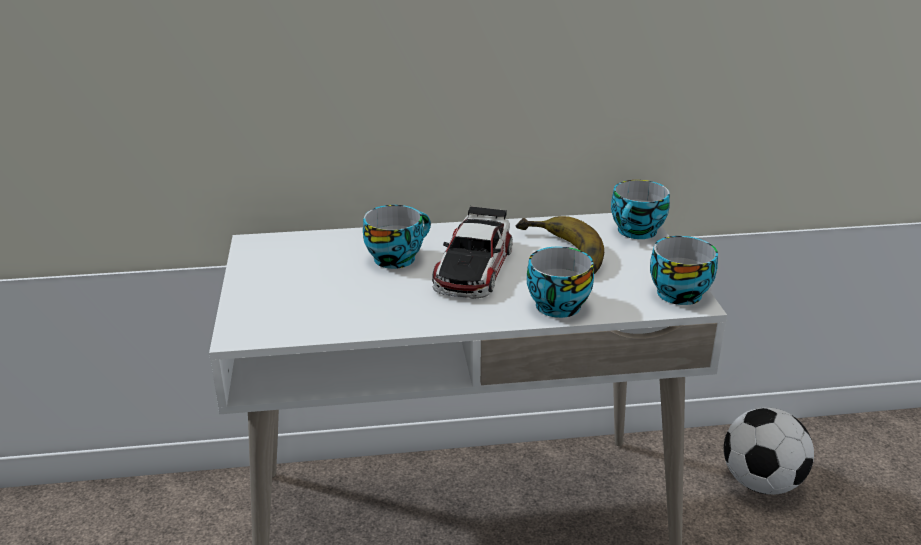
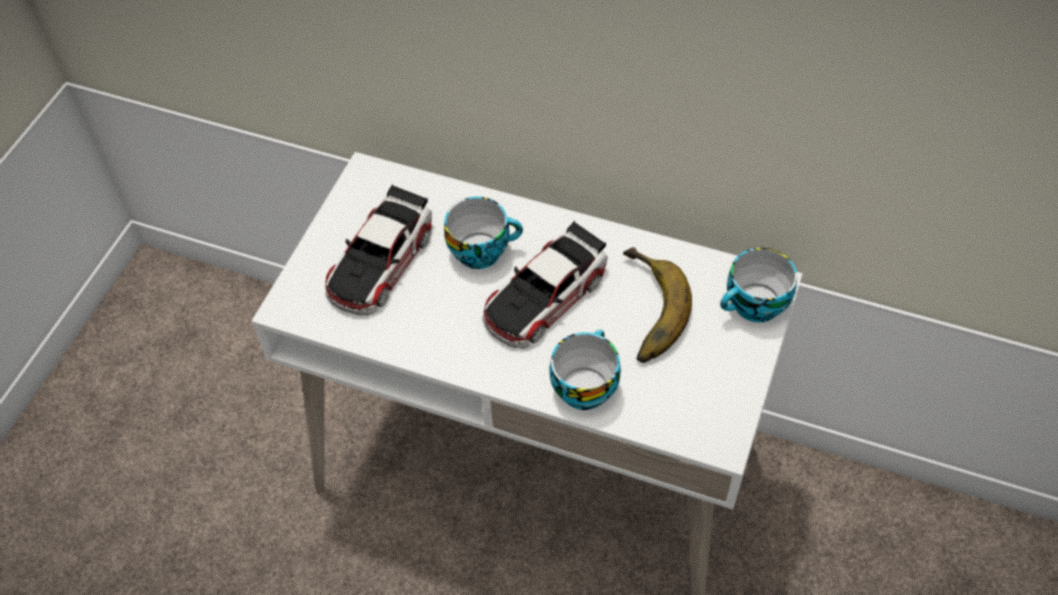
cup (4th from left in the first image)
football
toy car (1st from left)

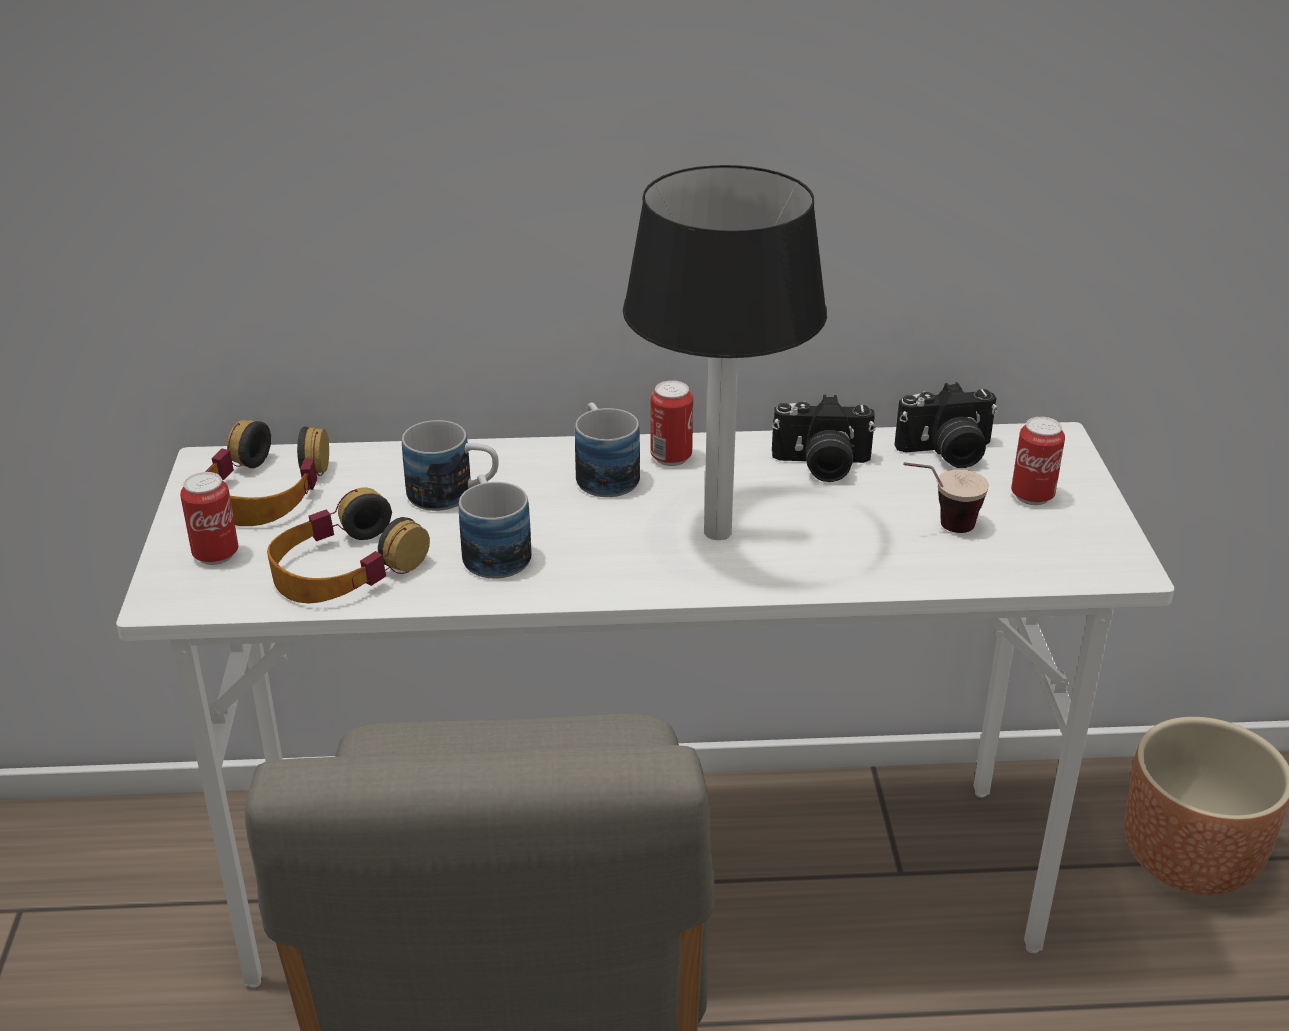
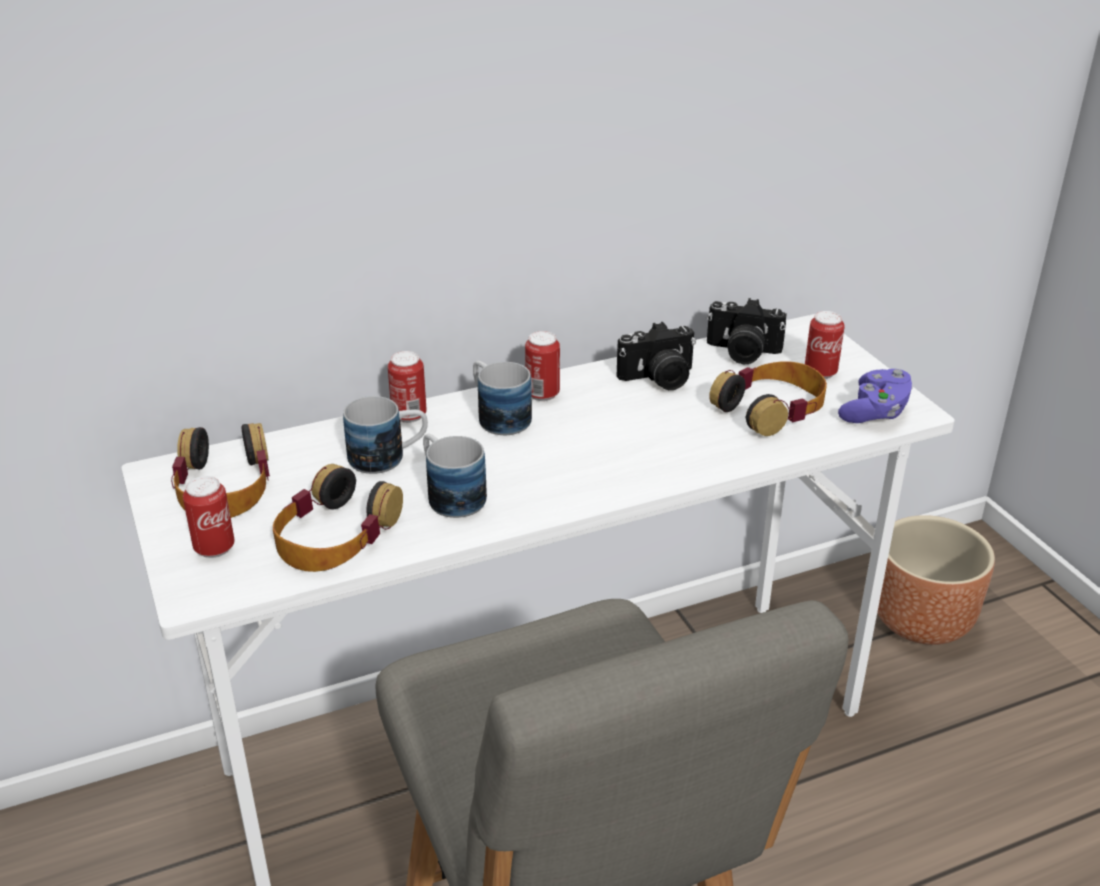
tabletop lamp
photo camera (2nd from left)
headphones (3rd from left)
metal can (2nd from left)
purple-coloured joypad

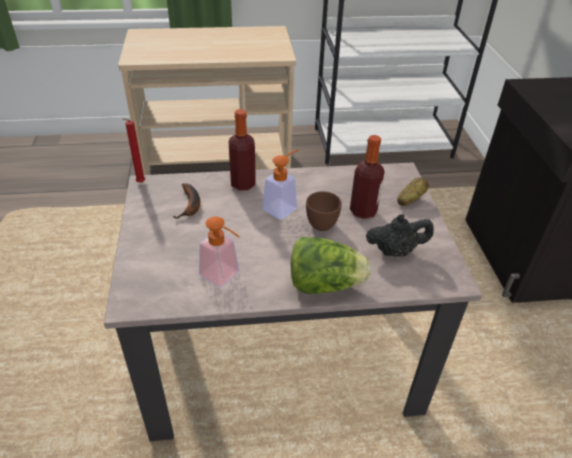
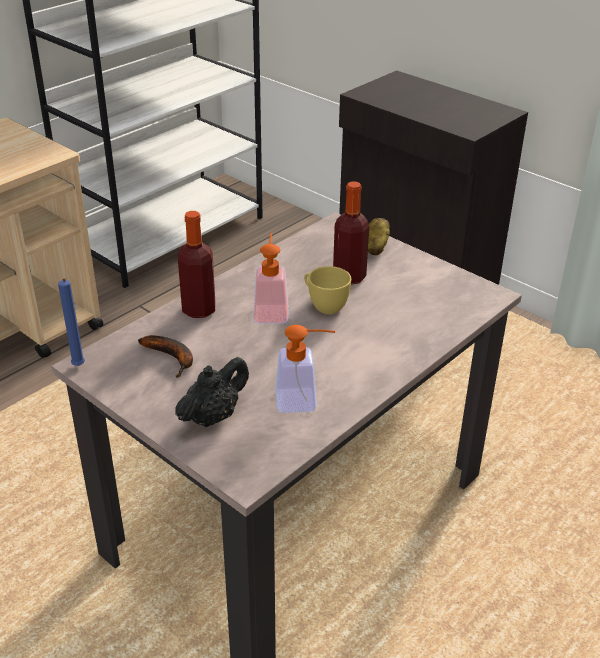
bluish wax candle
yellow-coloured cup
black-coloured teapot
lettuce head

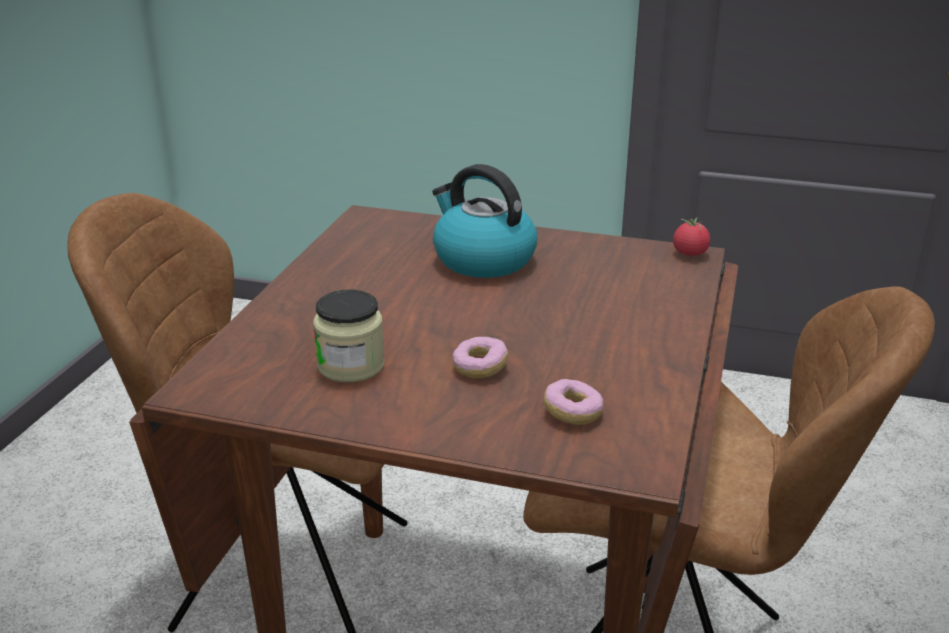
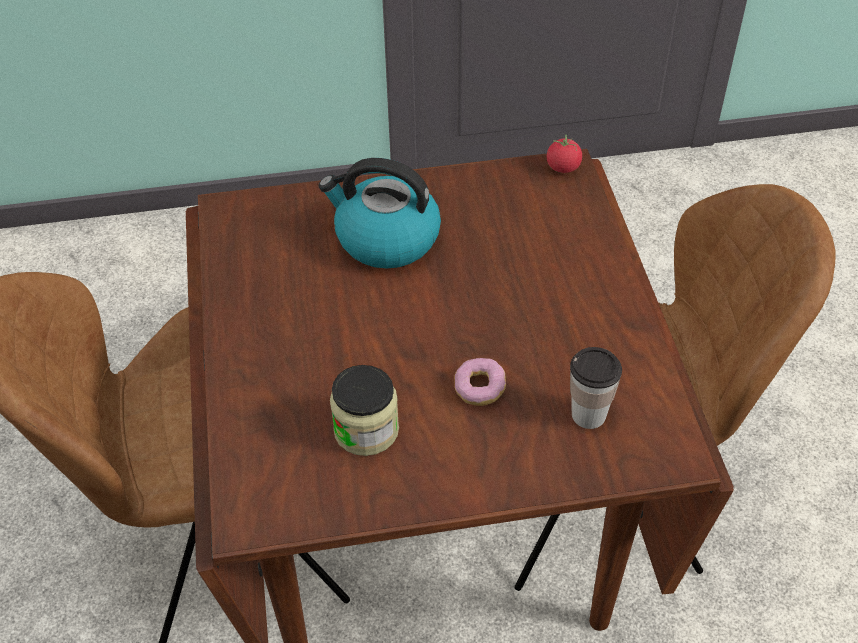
cup

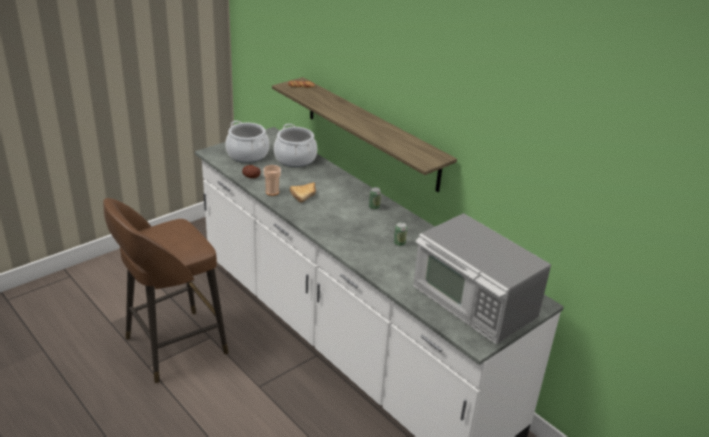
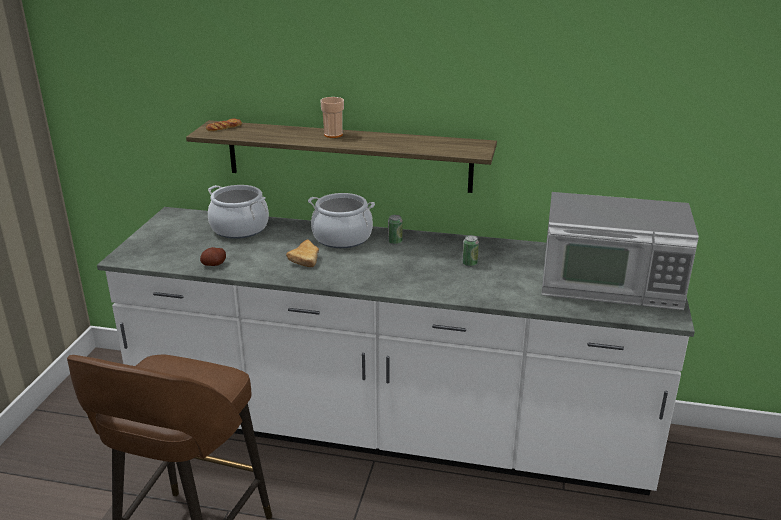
stockpot (2nd from left)
cup

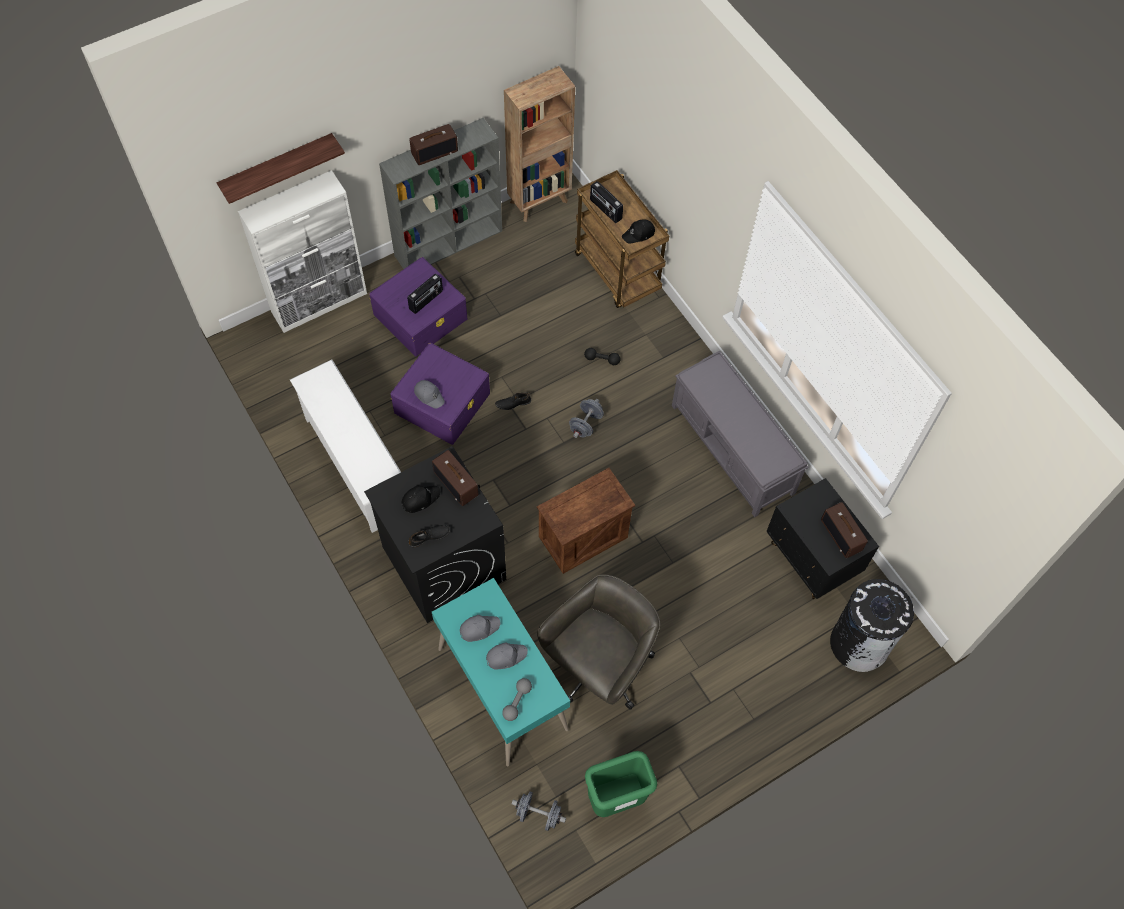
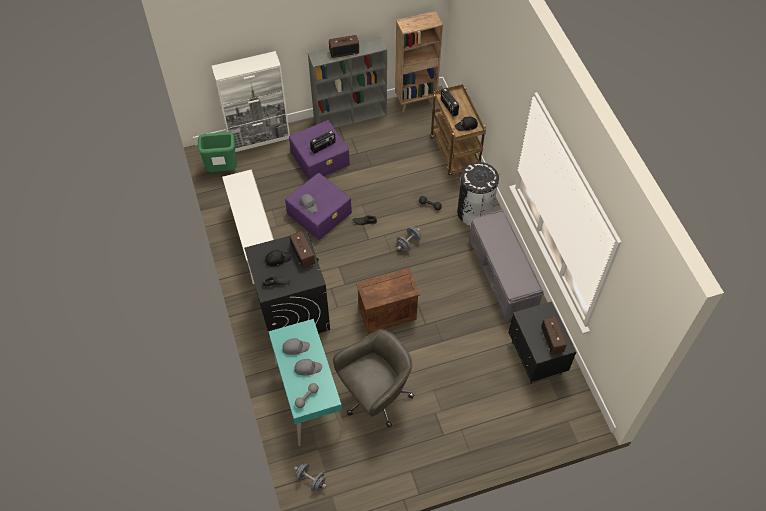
wall shelf
black-coloured rubbish bin
green rubbish bin

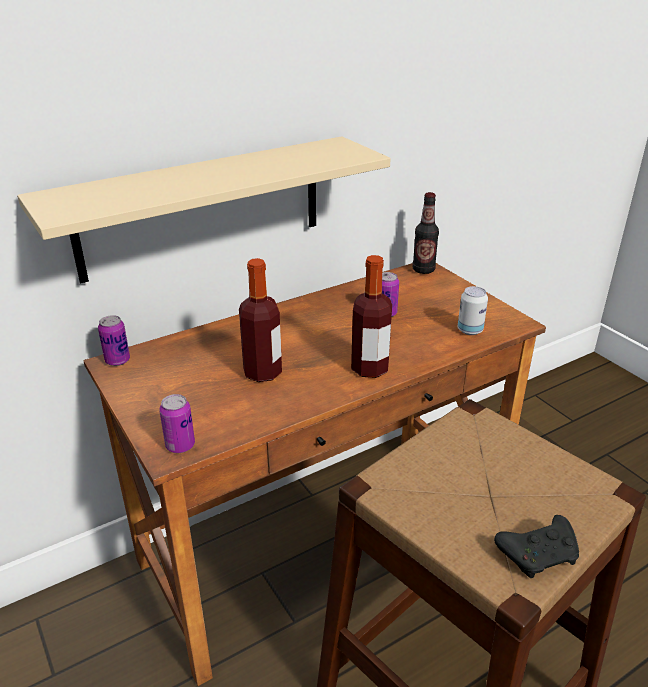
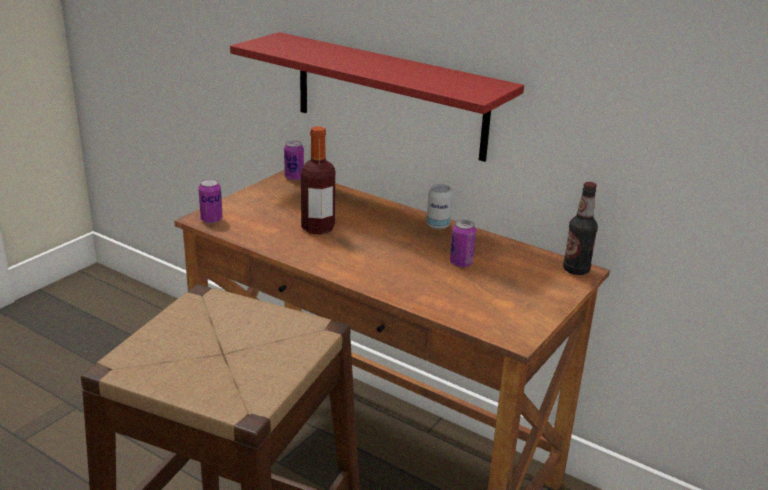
reddish wall shelf
bottle (2nd from left in the first image)
metal can (3rd from left)
black-coloured joypad

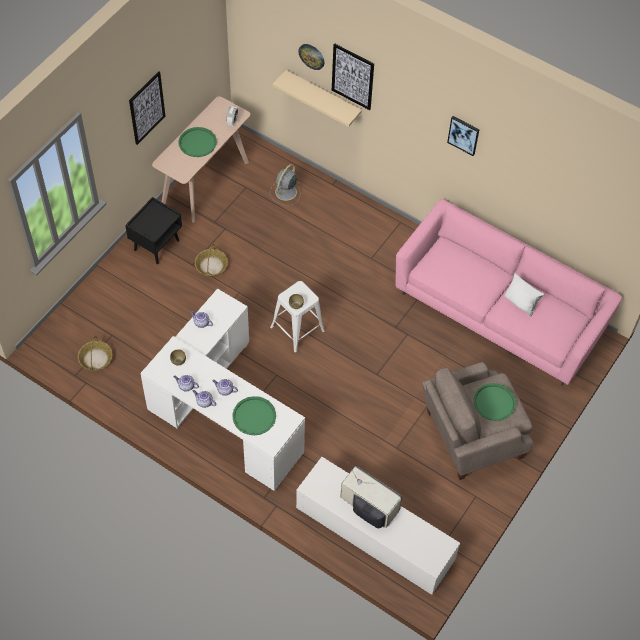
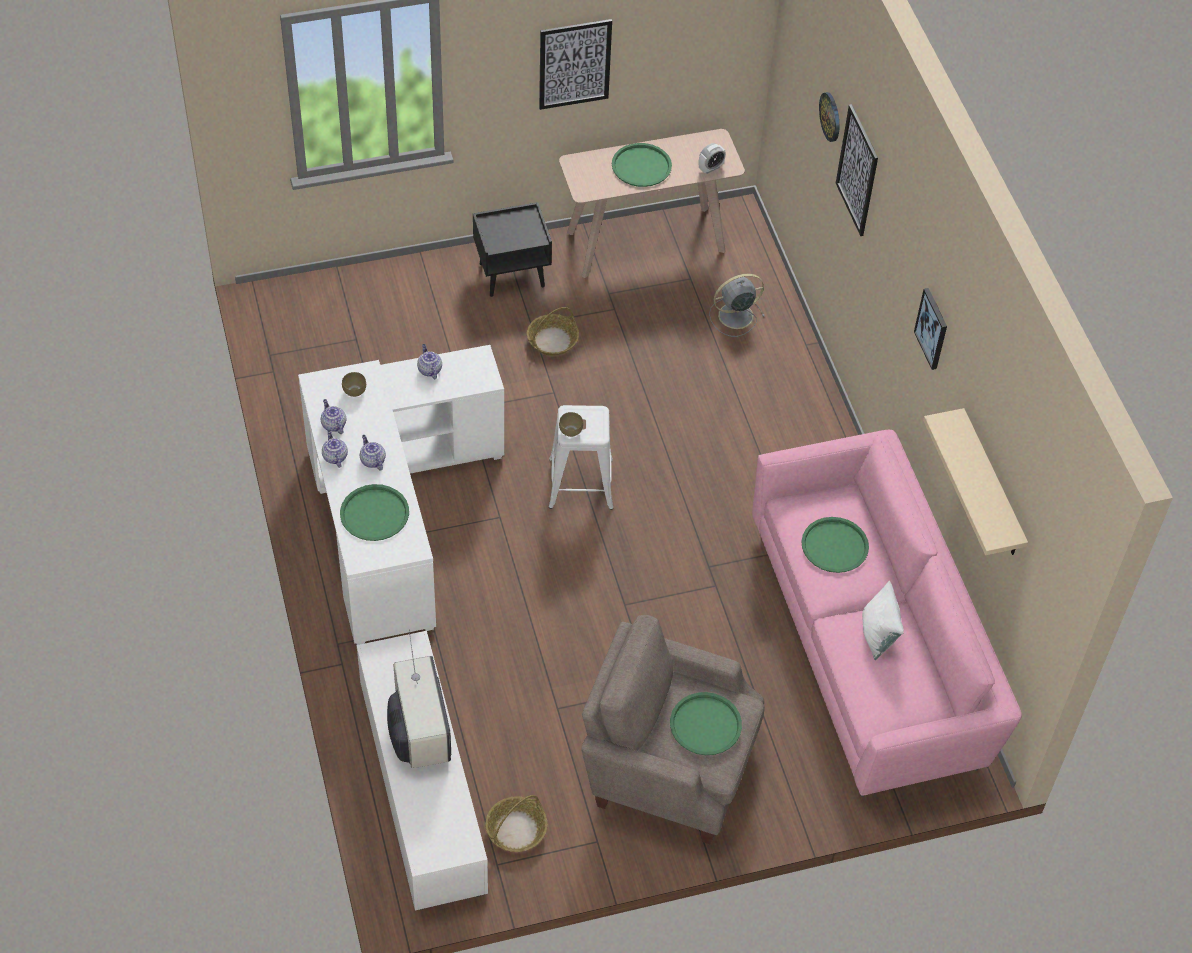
beige wall shelf
storage basket (1st from left)
green tray (4th from left)

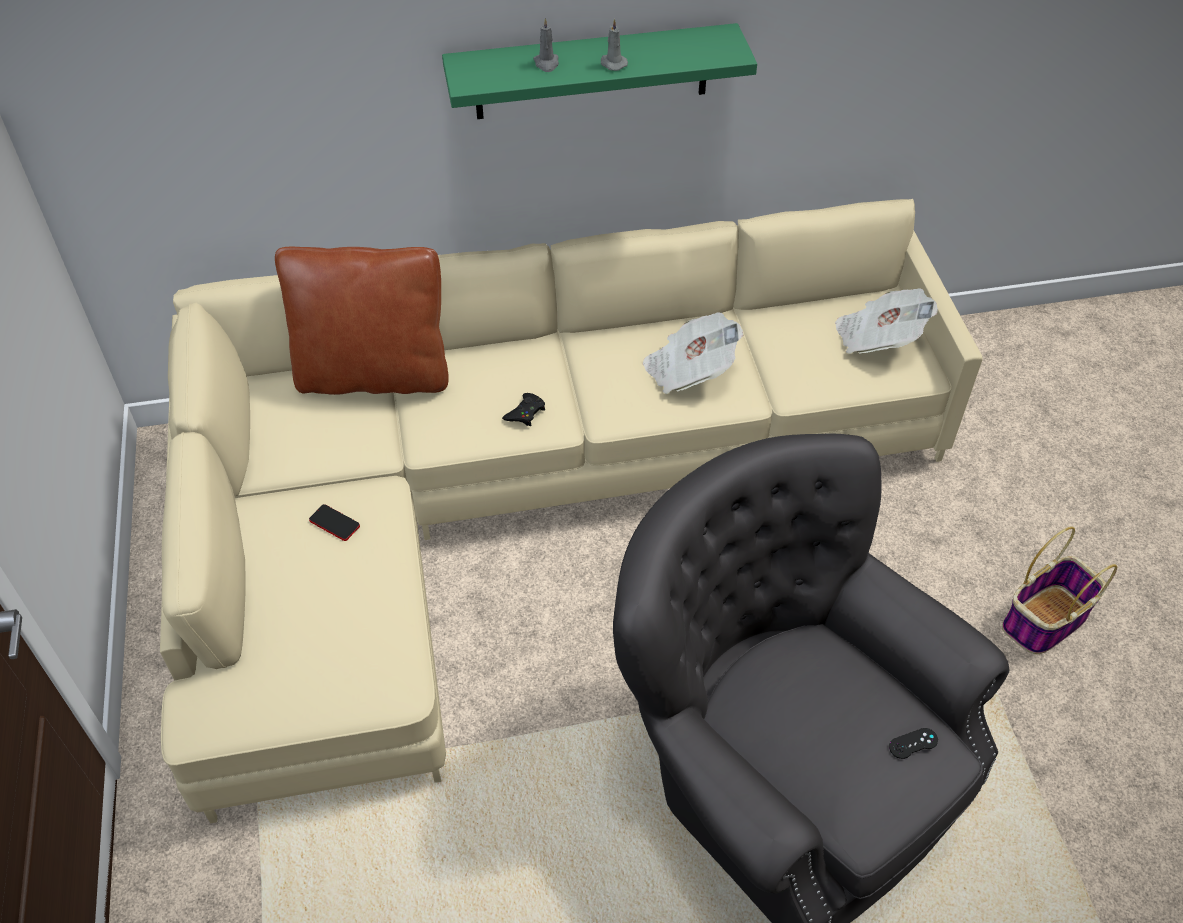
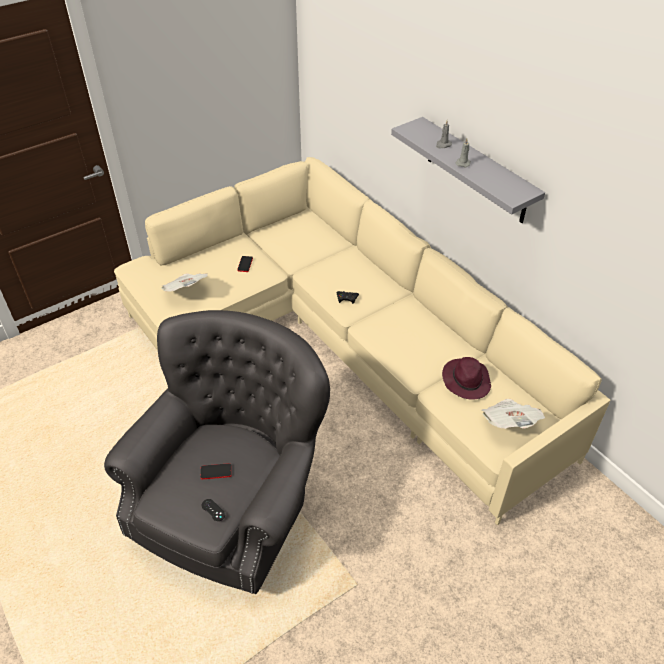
greyish wall shelf
brown throw pillow
printed paper (1st from left)
storage basket
purple-coloured hat
phone (1st from left)

